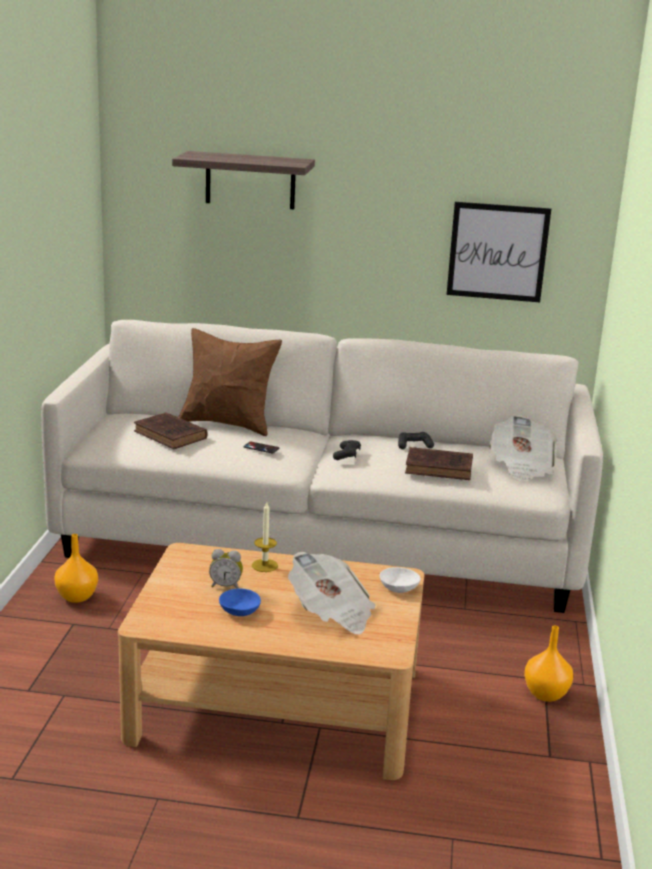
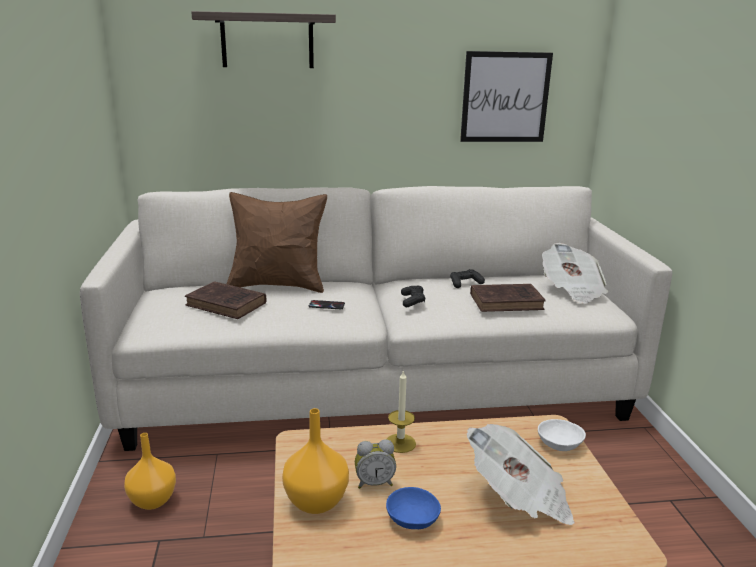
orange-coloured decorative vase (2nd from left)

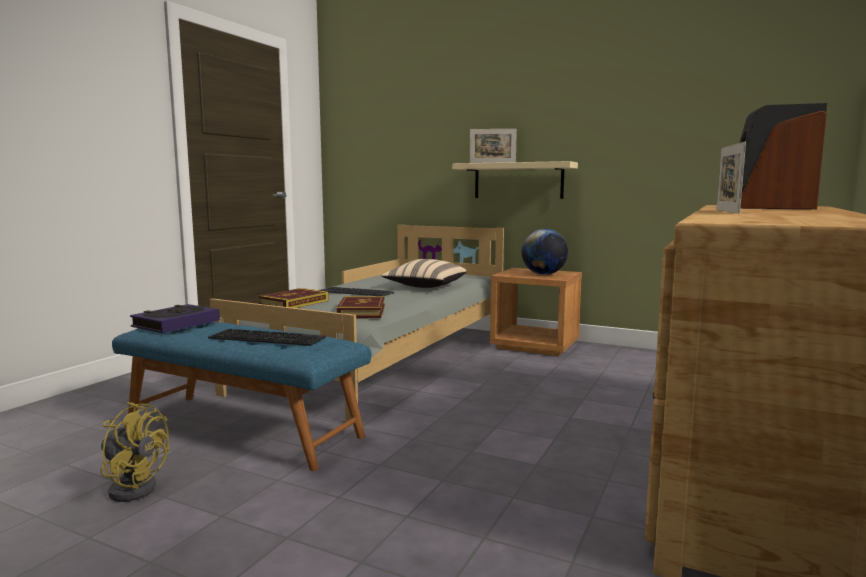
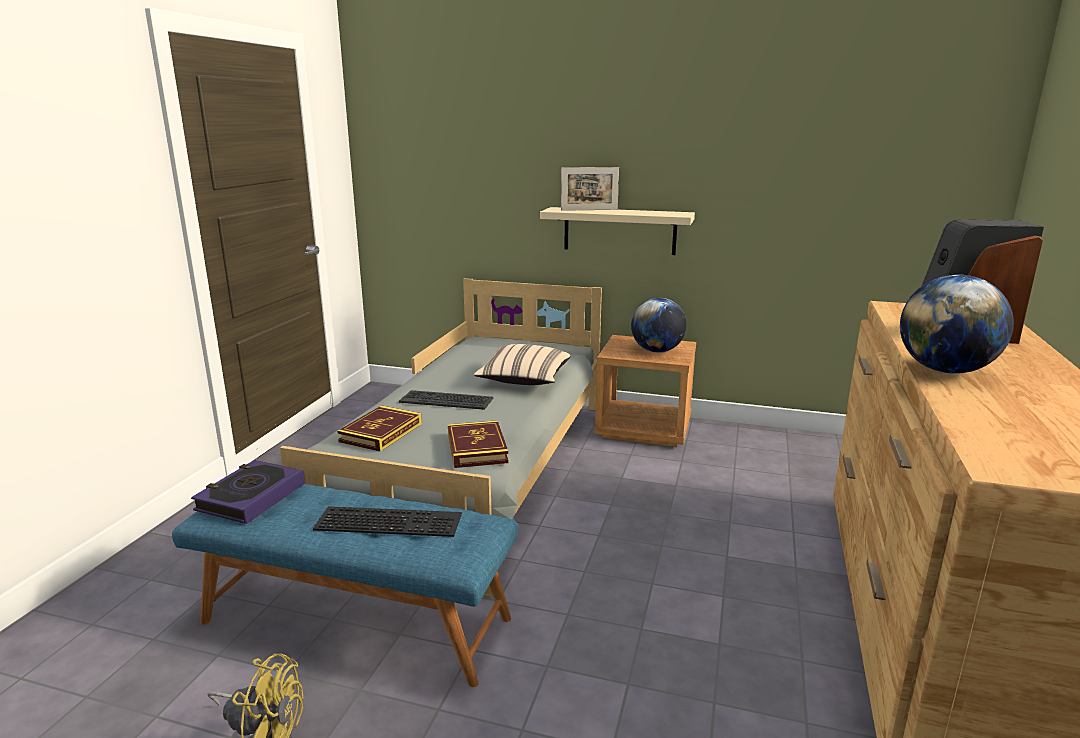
globe (2nd from left)

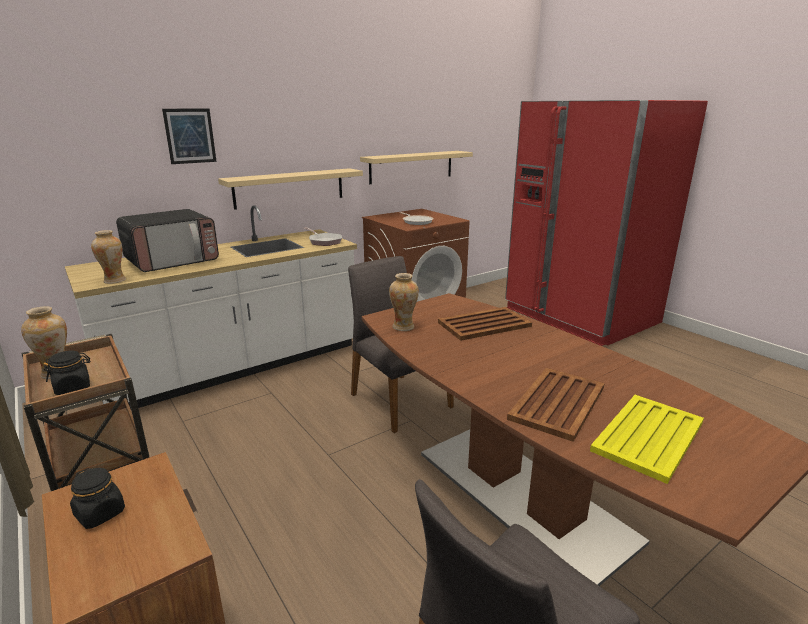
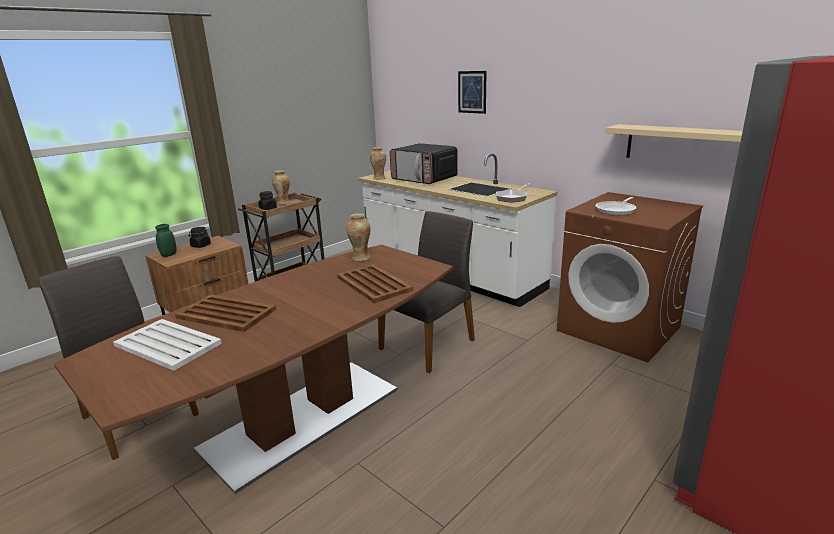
beige wall shelf (1st from left in the first image)
white-coloured tray
green jar

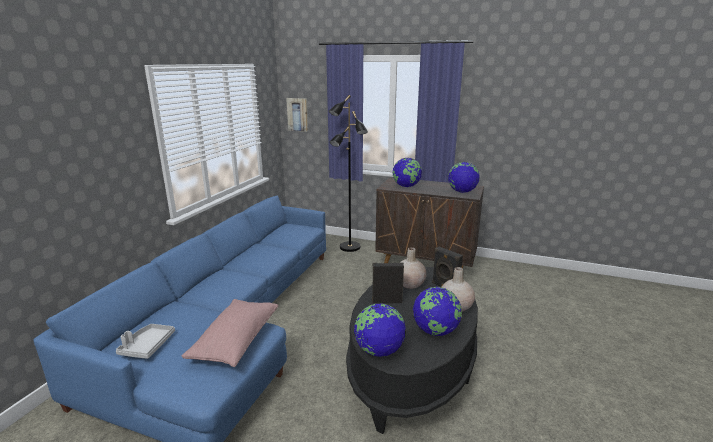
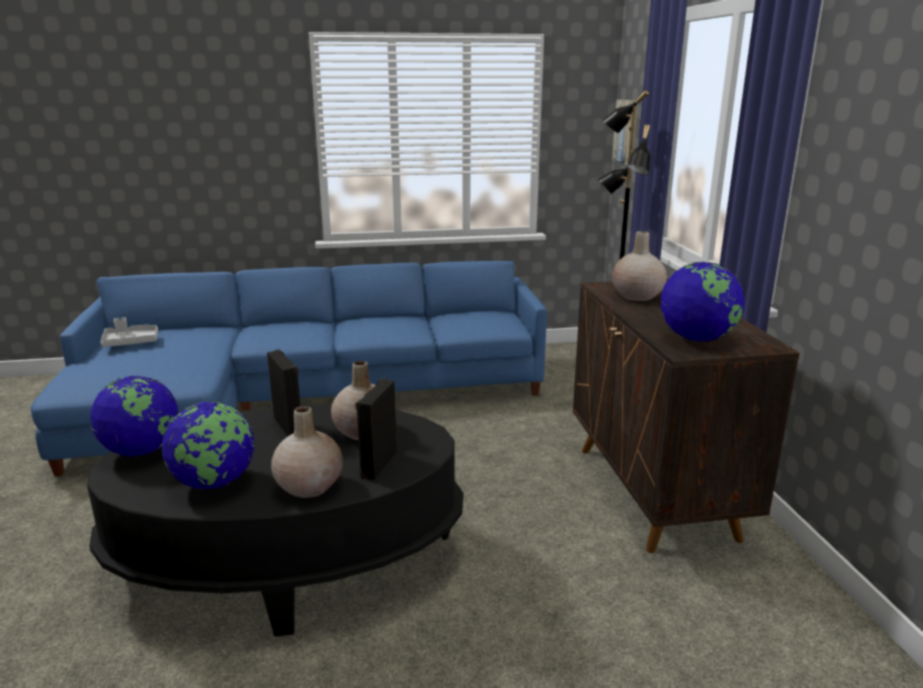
beige decorative vase (3rd from left)
pink throw pillow

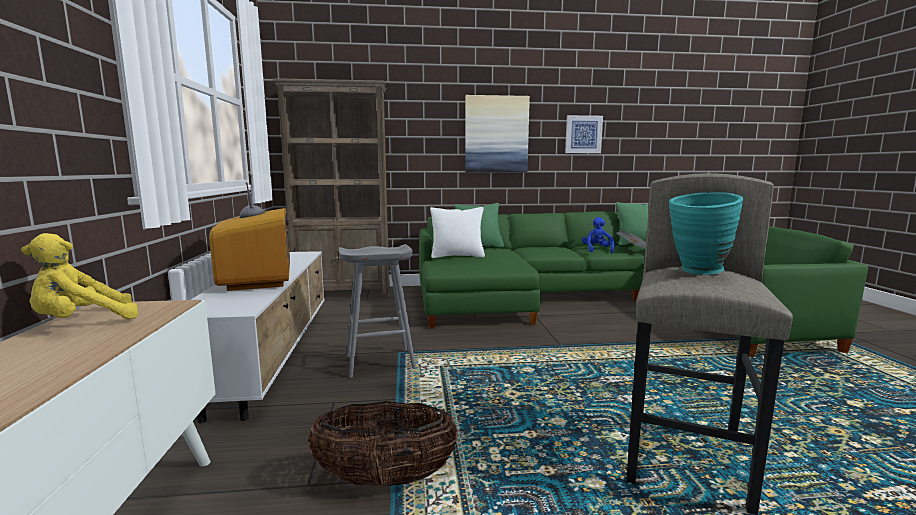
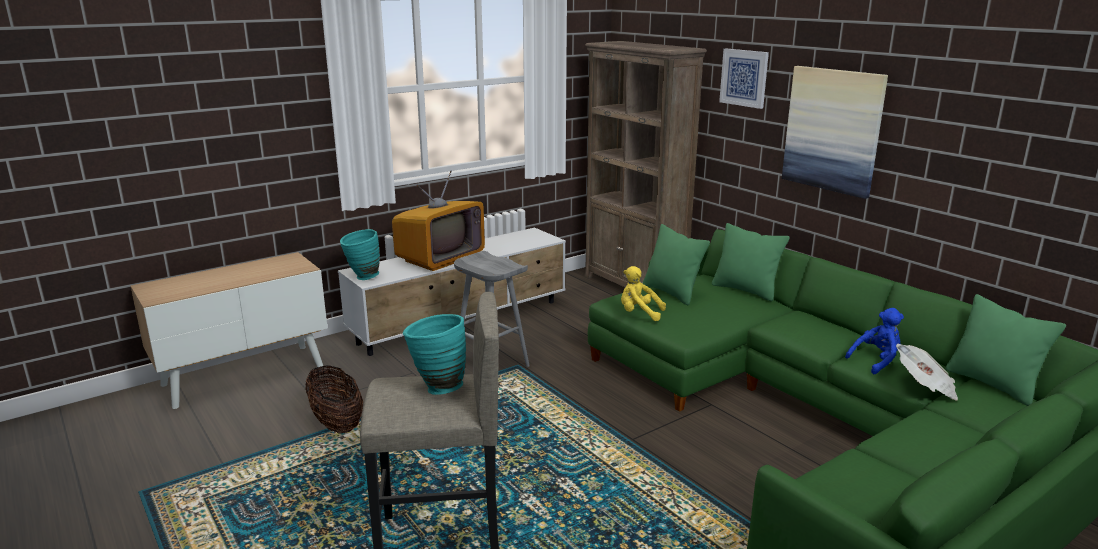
wall picture (1st from left)
green throw pillow (1st from left)
yellow-coloured plush toy
turquoise decorative vase (1st from left)

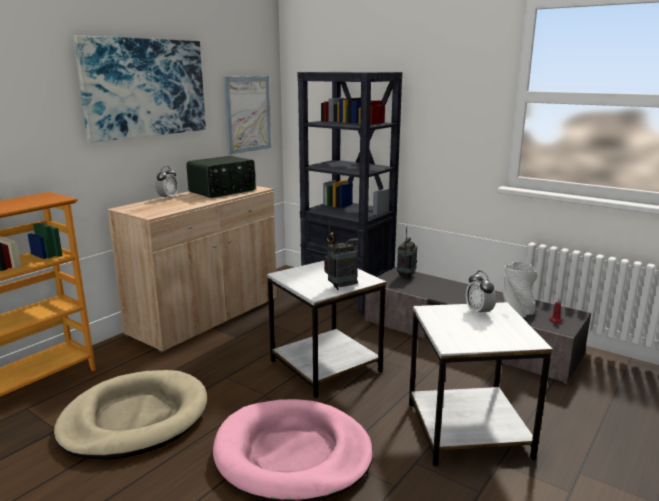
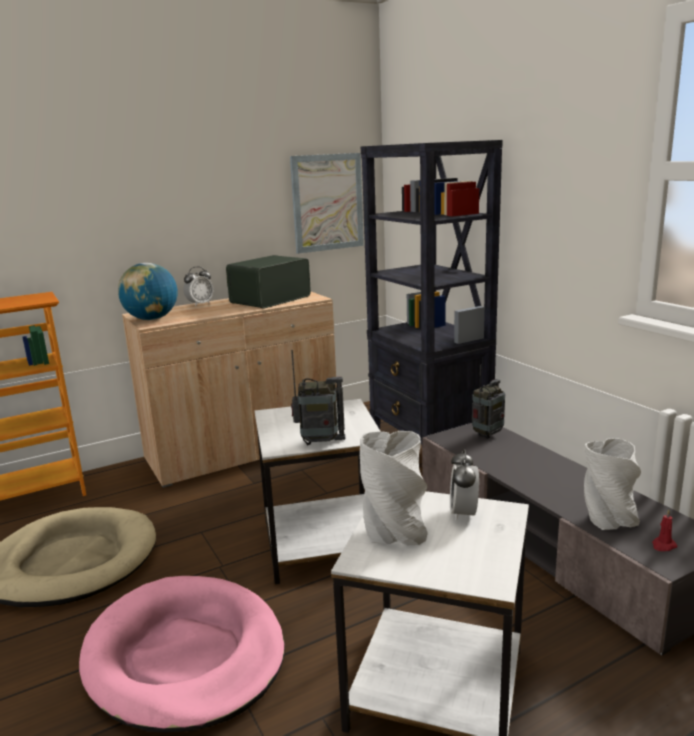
wall picture (1st from left in the first image)
radio (1st from left)
globe
greyish decorative vase (1st from left)

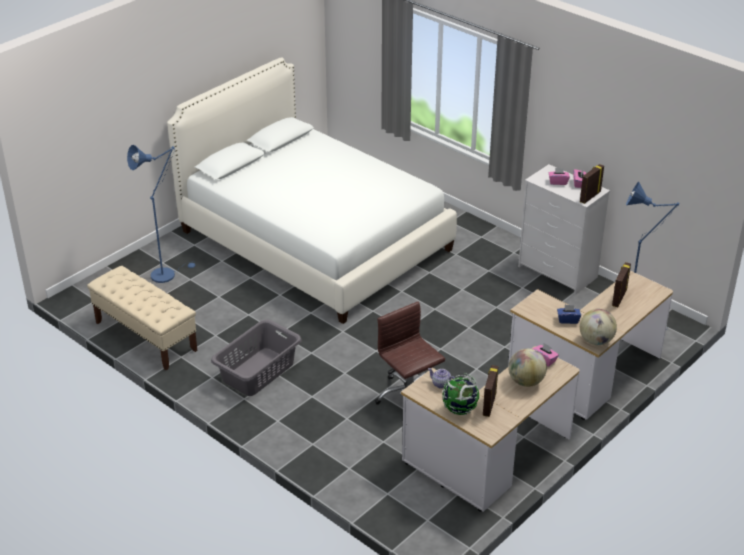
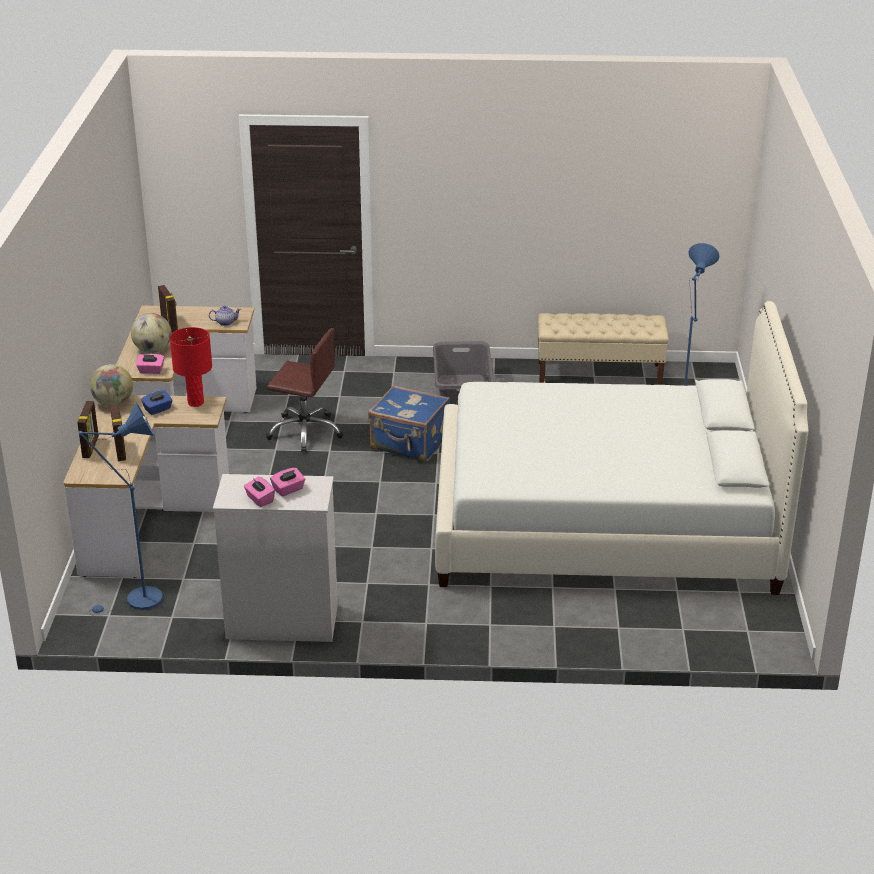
picture frame (1st from left)
globe (1st from left in the first image)
reddish tabletop lamp
bluish suitcase

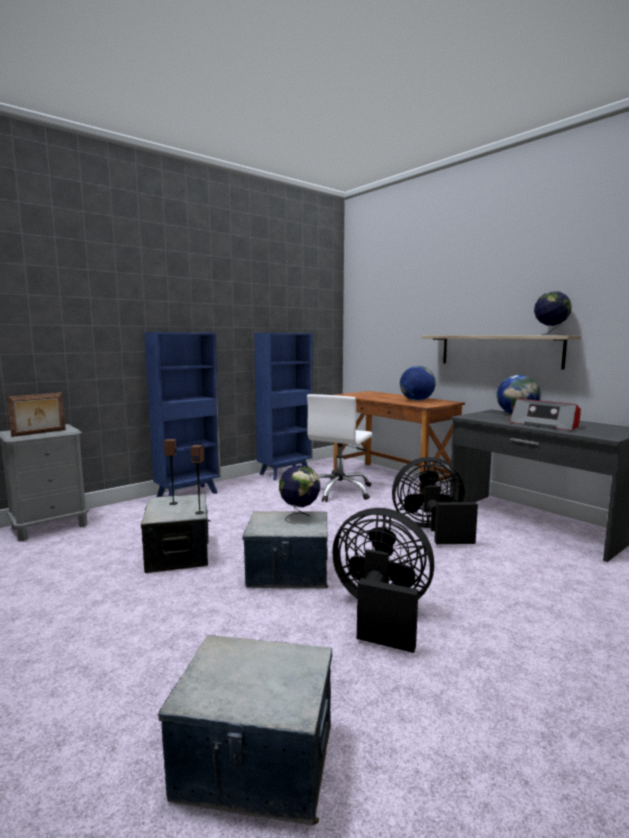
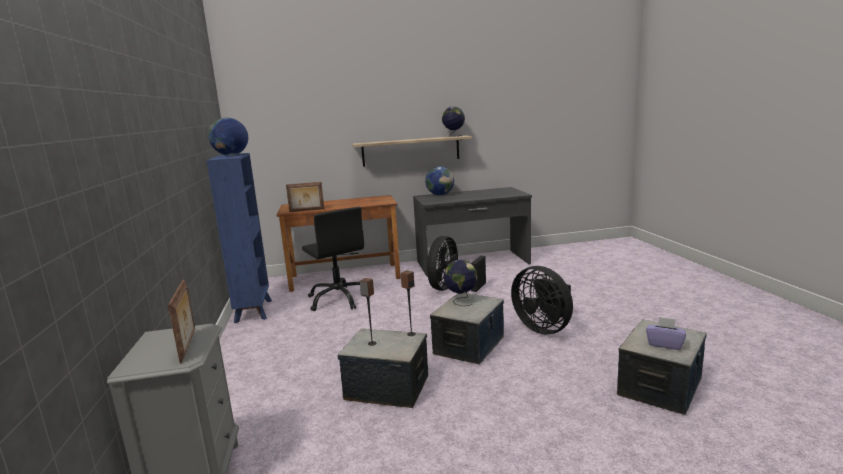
bluish bookshelf (1st from left in the first image)
globe (1st from left)
black-coloured computer chair
radio
black-coloured cooling fan (2nd from left)
picture frame (2nd from left)
purple-coloured tissue box

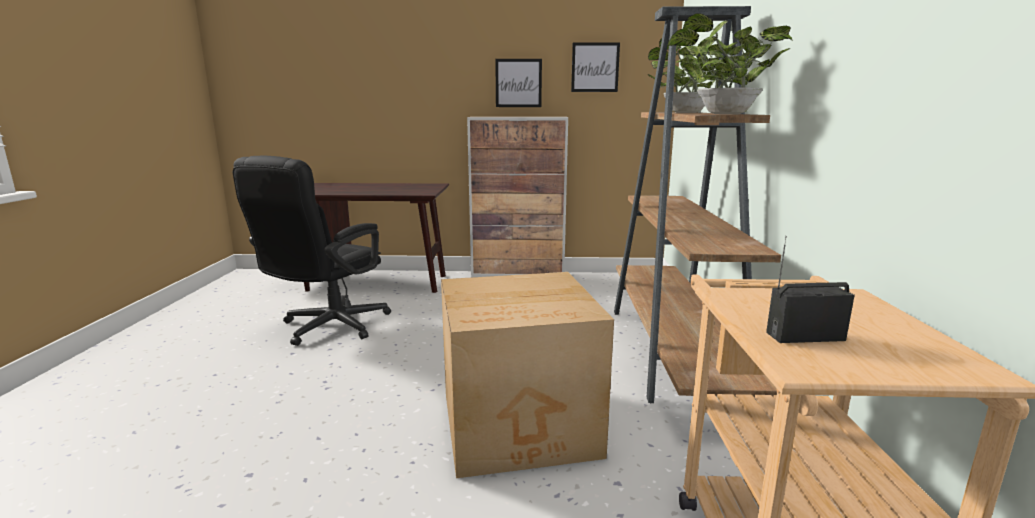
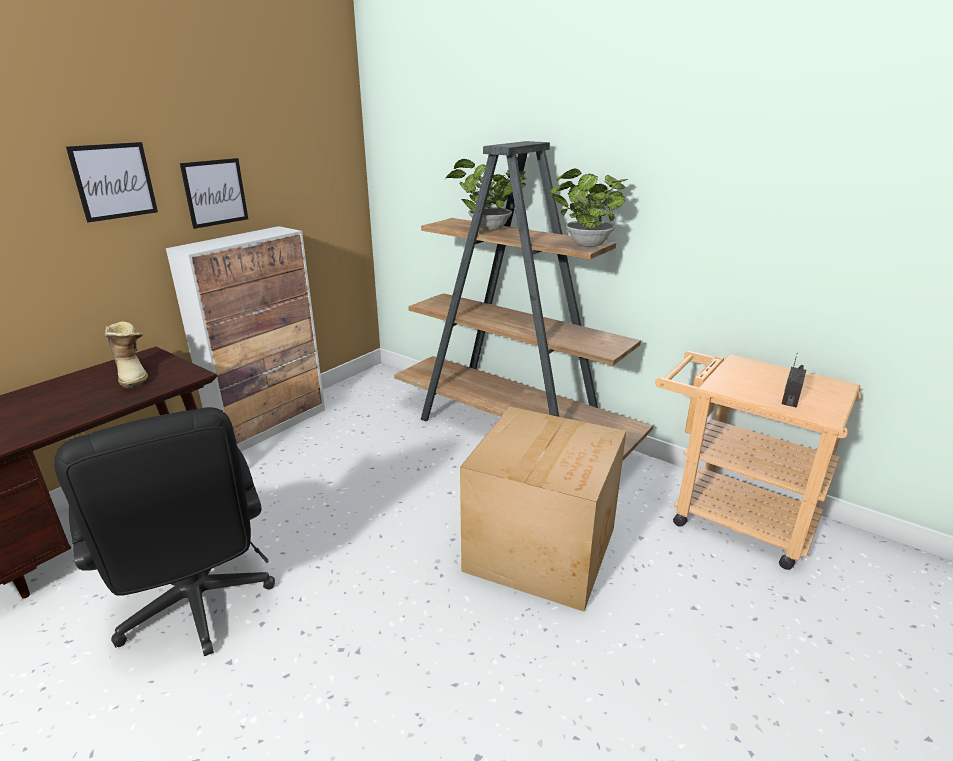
wall picture (1st from left)
high-top boot

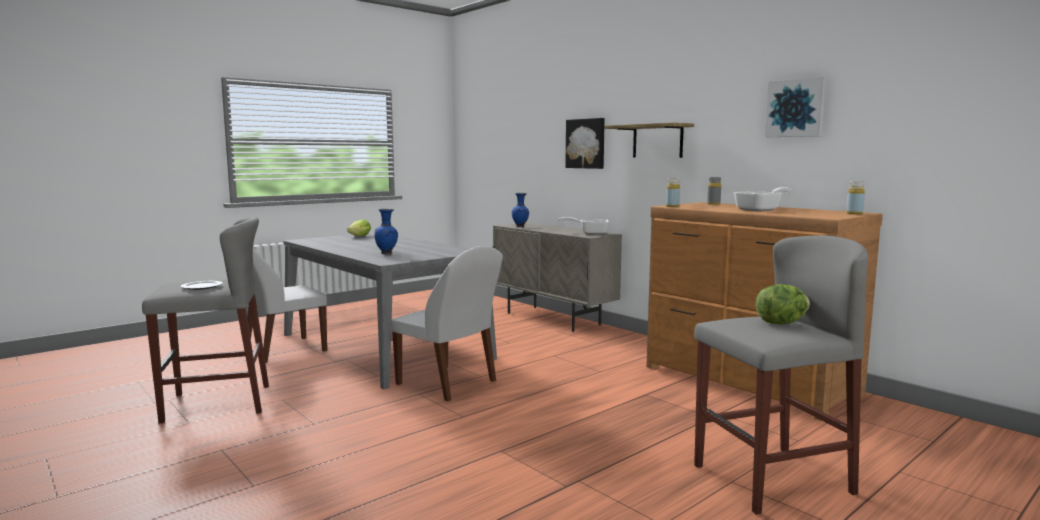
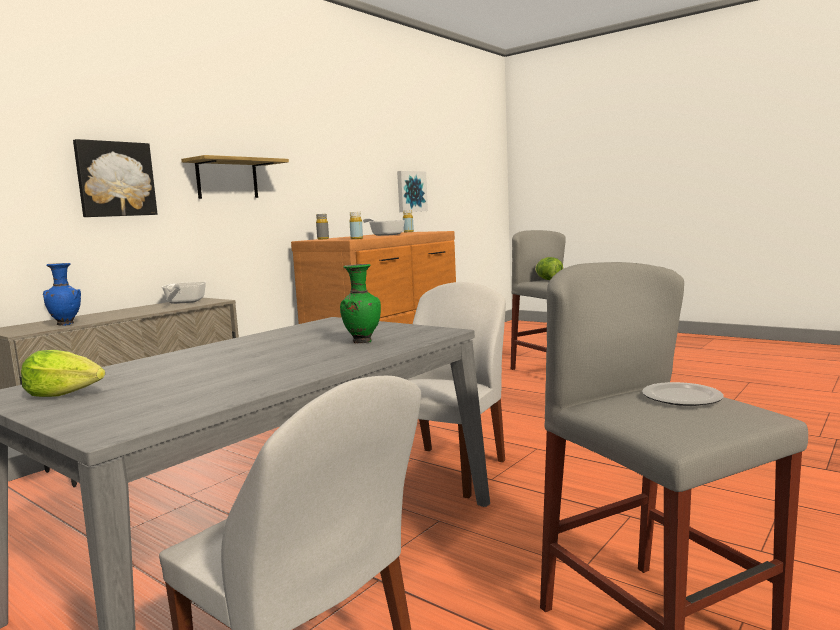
wall picture (2nd from left)
green decorative vase

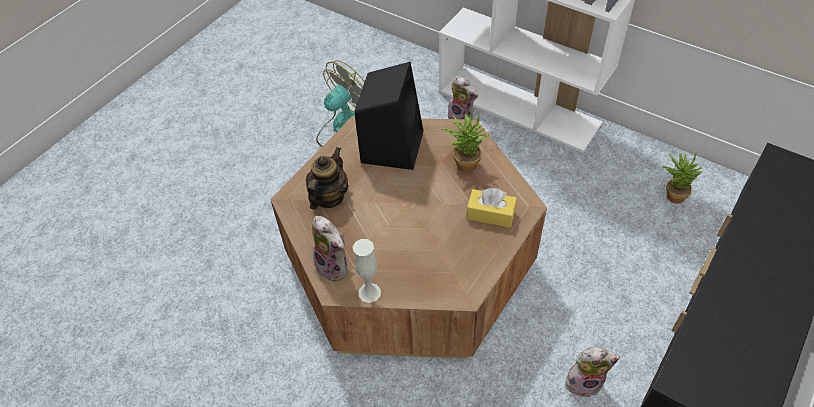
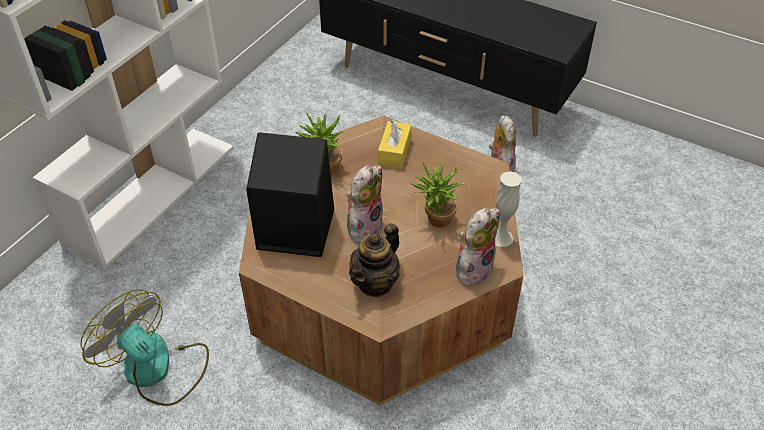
plush toy (1st from left)
teapot
plant in a pot (2nd from left)

